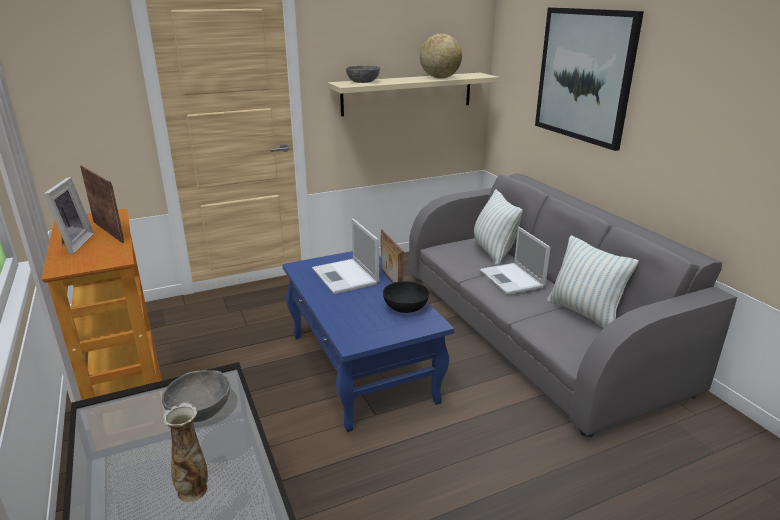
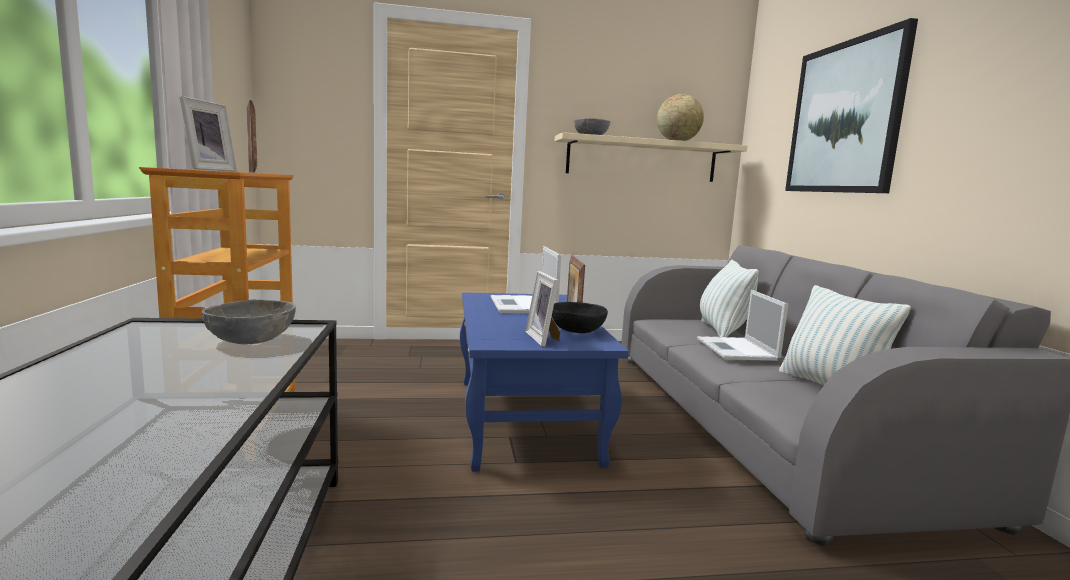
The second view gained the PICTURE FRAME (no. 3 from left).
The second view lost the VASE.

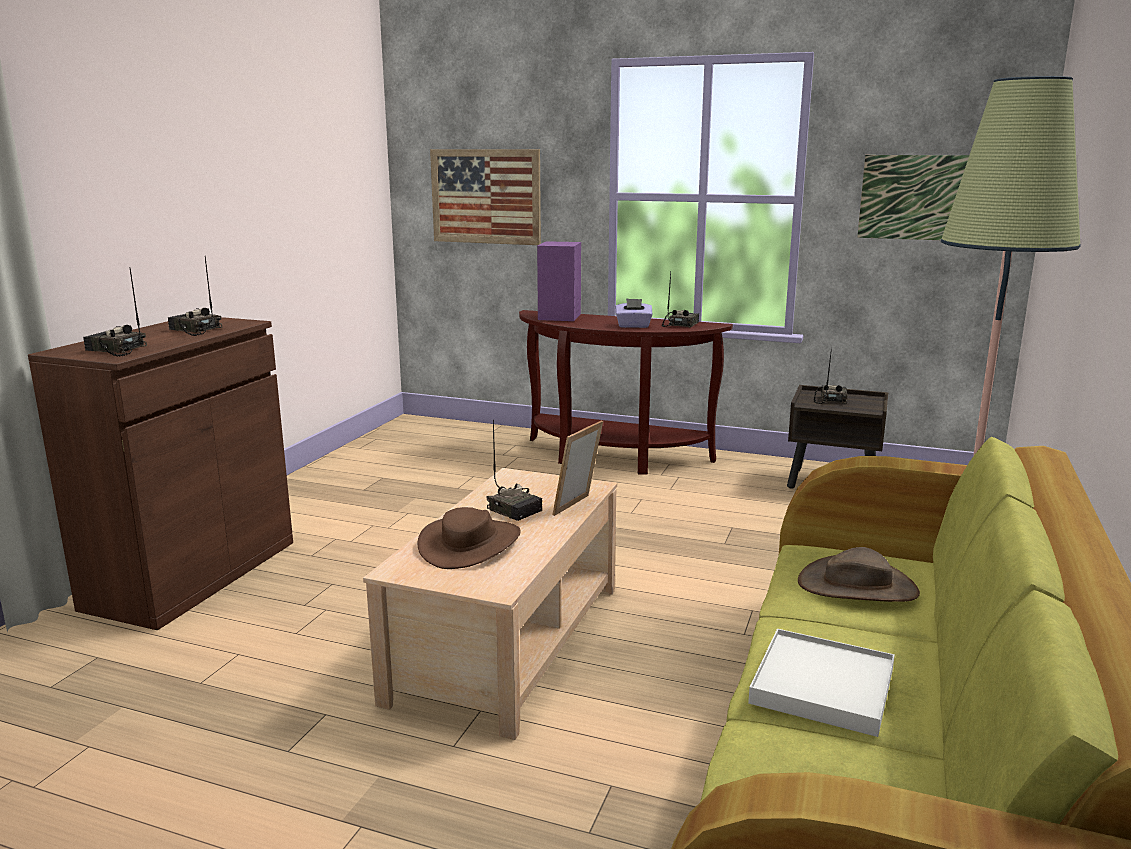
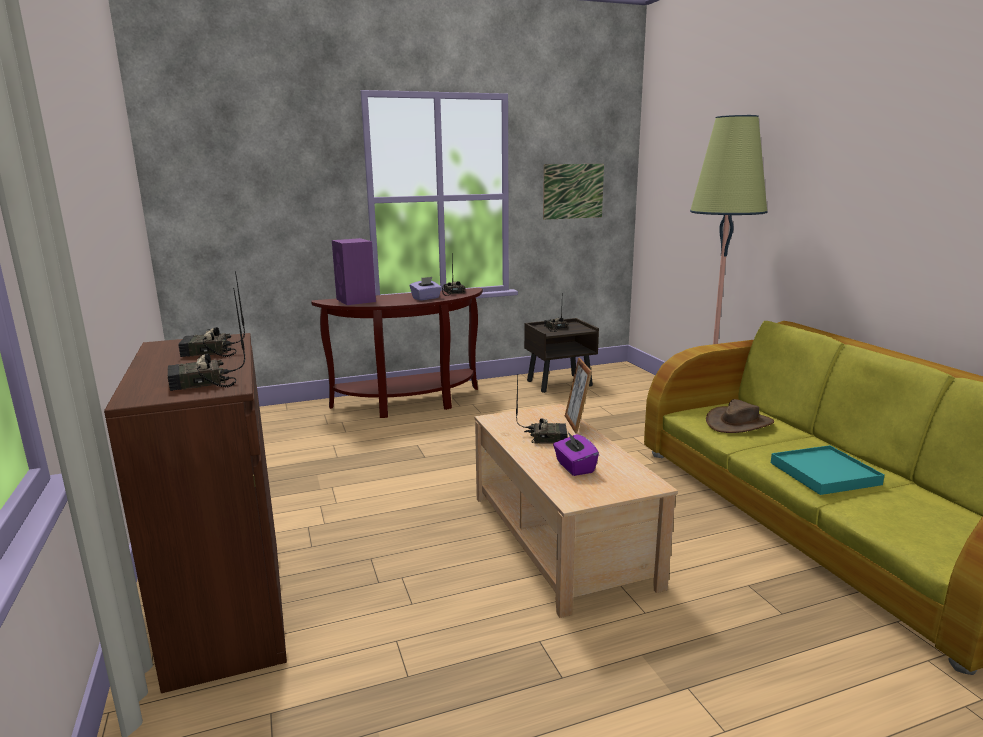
Where the BROWN HAT (no. 1 from left) stood, the PURPLE TISSUE BOX (no. 2 from left) came to stand.
What was the WHITE TRAY turned into the TURQUOISE TRAY.
The second view lost the PICTURE (no. 1 from left).

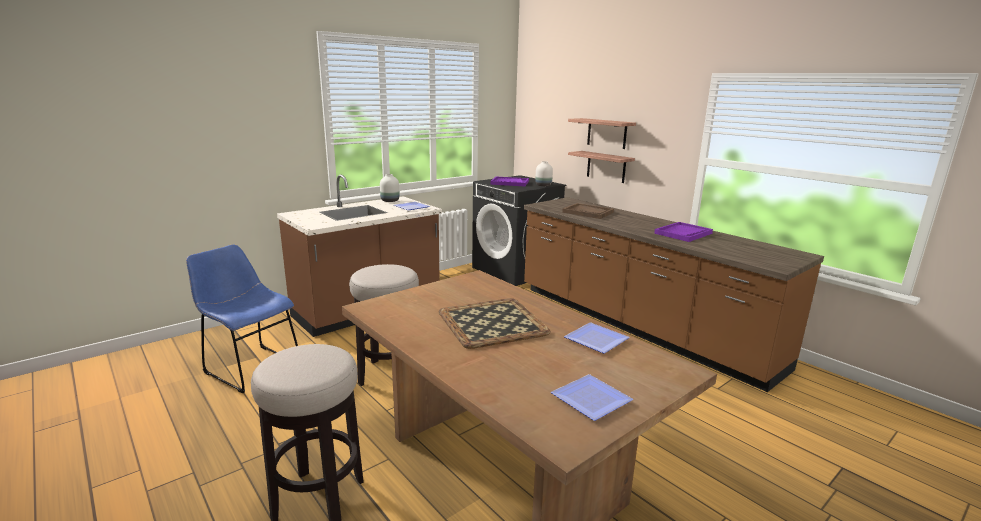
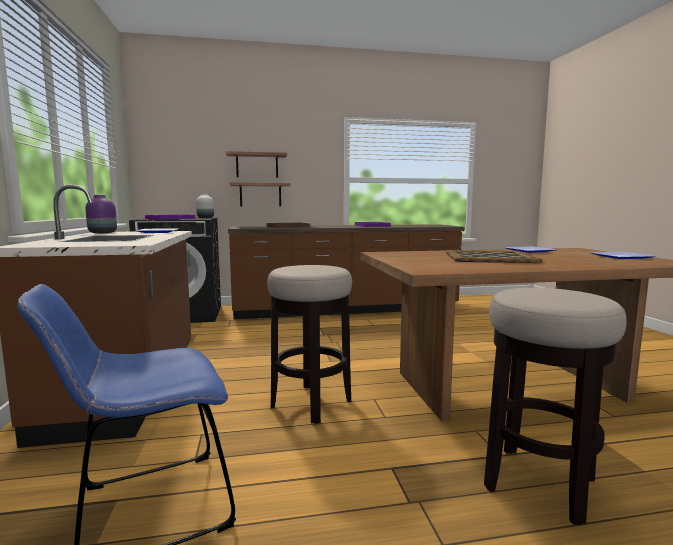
What was the WHITE VASE (no. 1 from left) turned into the PURPLE VASE.

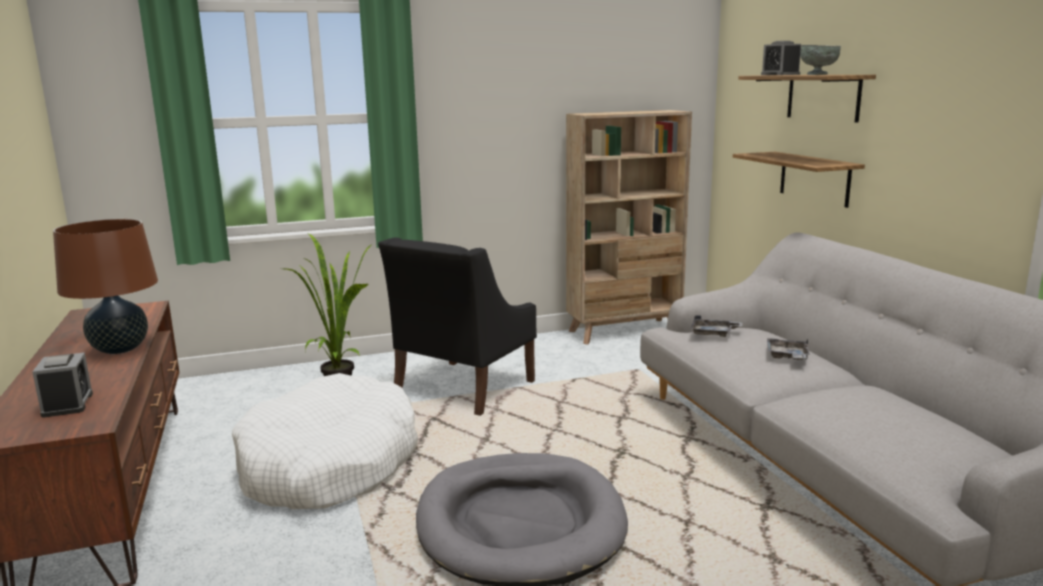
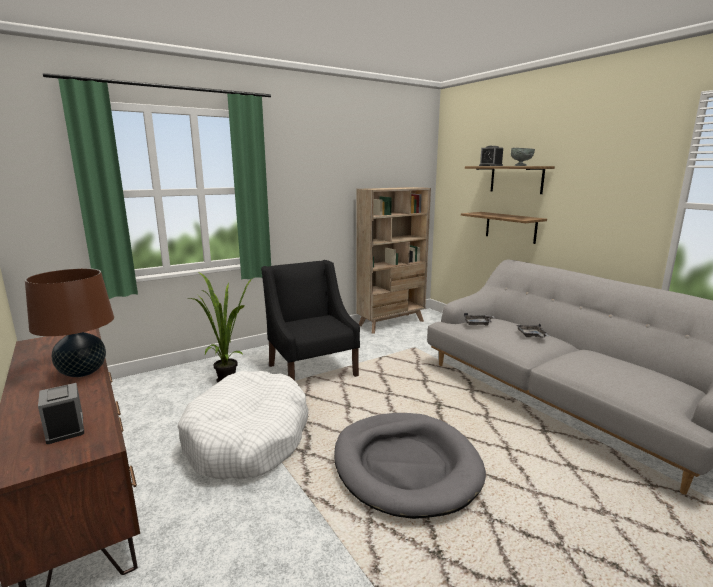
The BLACK ARMCHAIR ended up facing another way, 135 degrees clockwise from before.

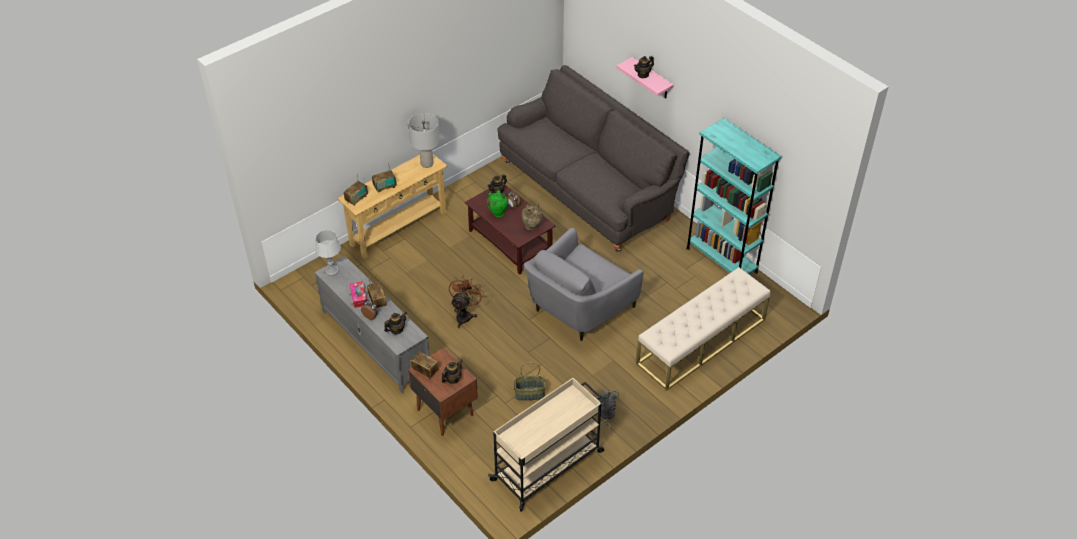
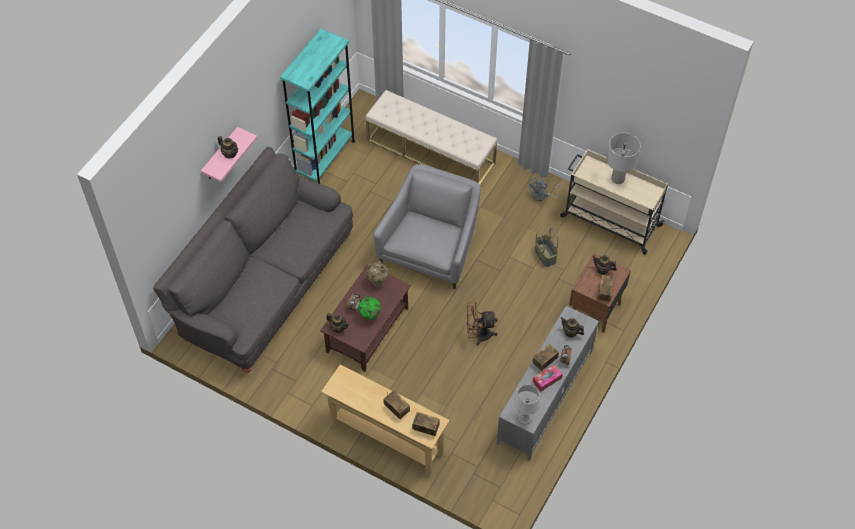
The GREY ARMCHAIR ended up facing another way, 90 degrees counterclockwise from before.
The GREY TABLE LAMP (no. 2 from left) ended up elsewhere.

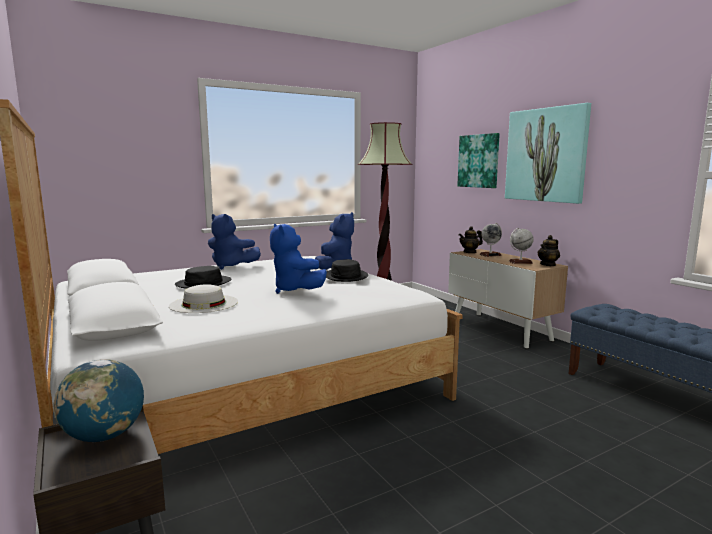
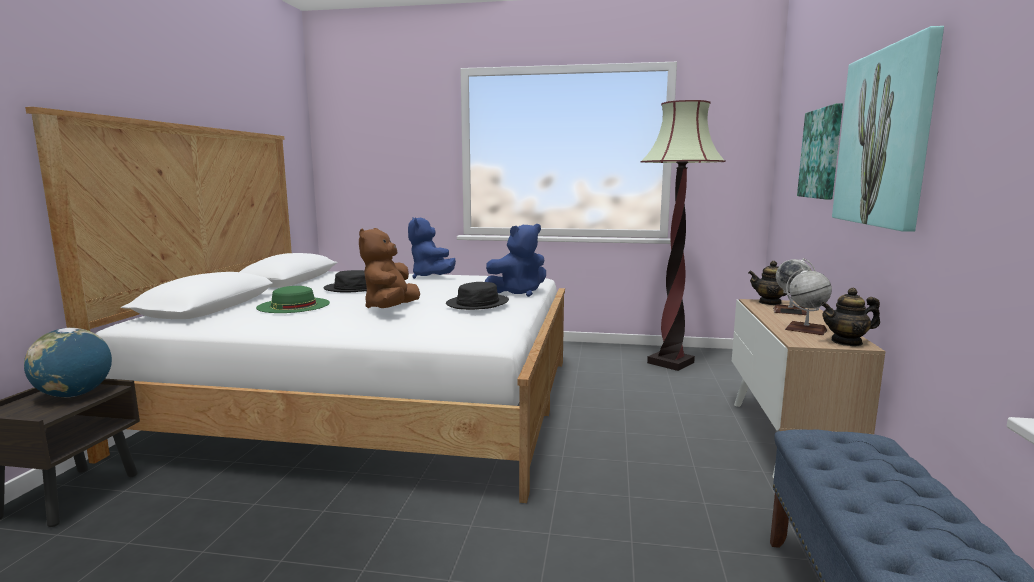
What was the WHITE HAT turned into the GREEN HAT.
What was the BLUE PLUSH TOY (no. 2 from left) turned into the BROWN PLUSH TOY.

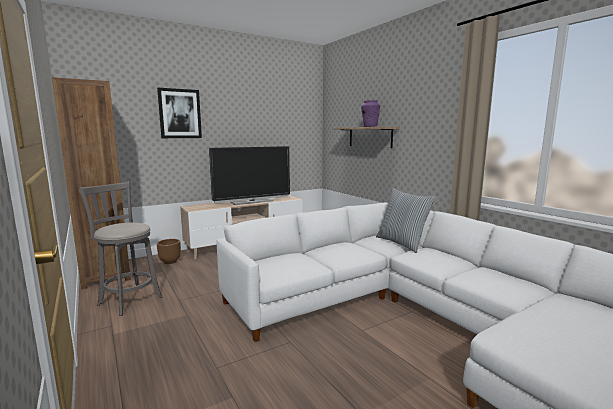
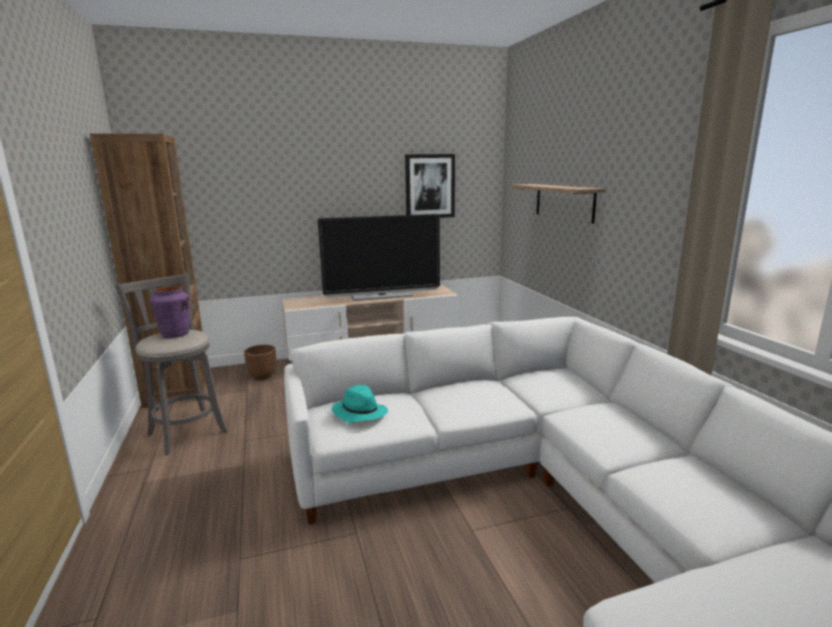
The PURPLE VASE ended up elsewhere.
The second view gained the TURQUOISE HAT.
The PICTURE ended up elsewhere.
The second view lost the PILLOW.

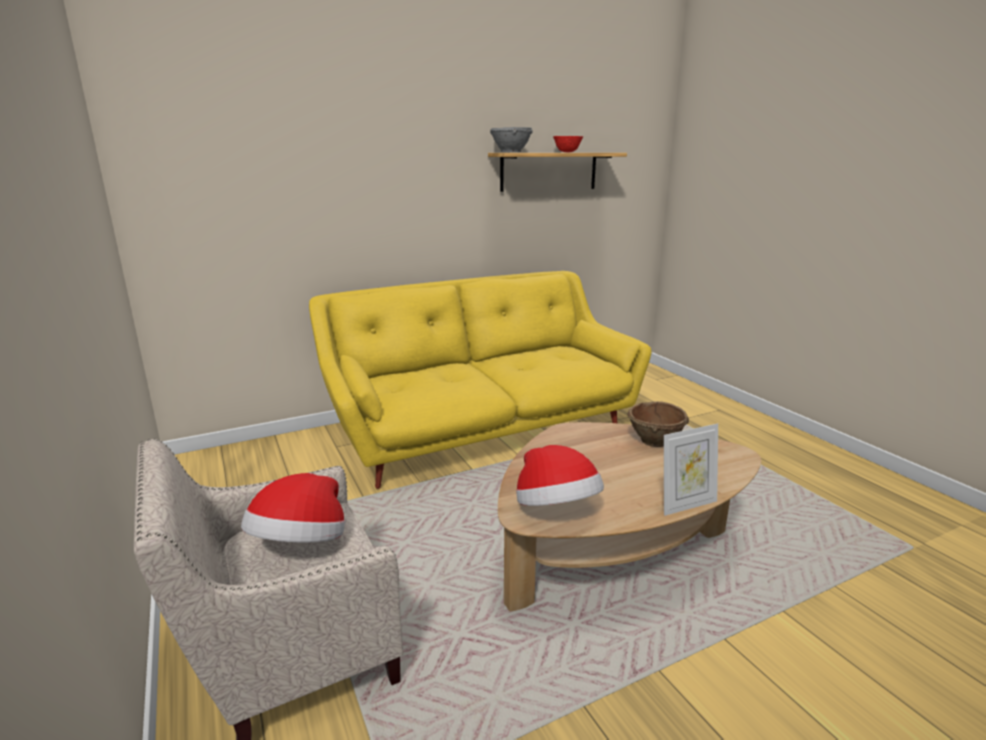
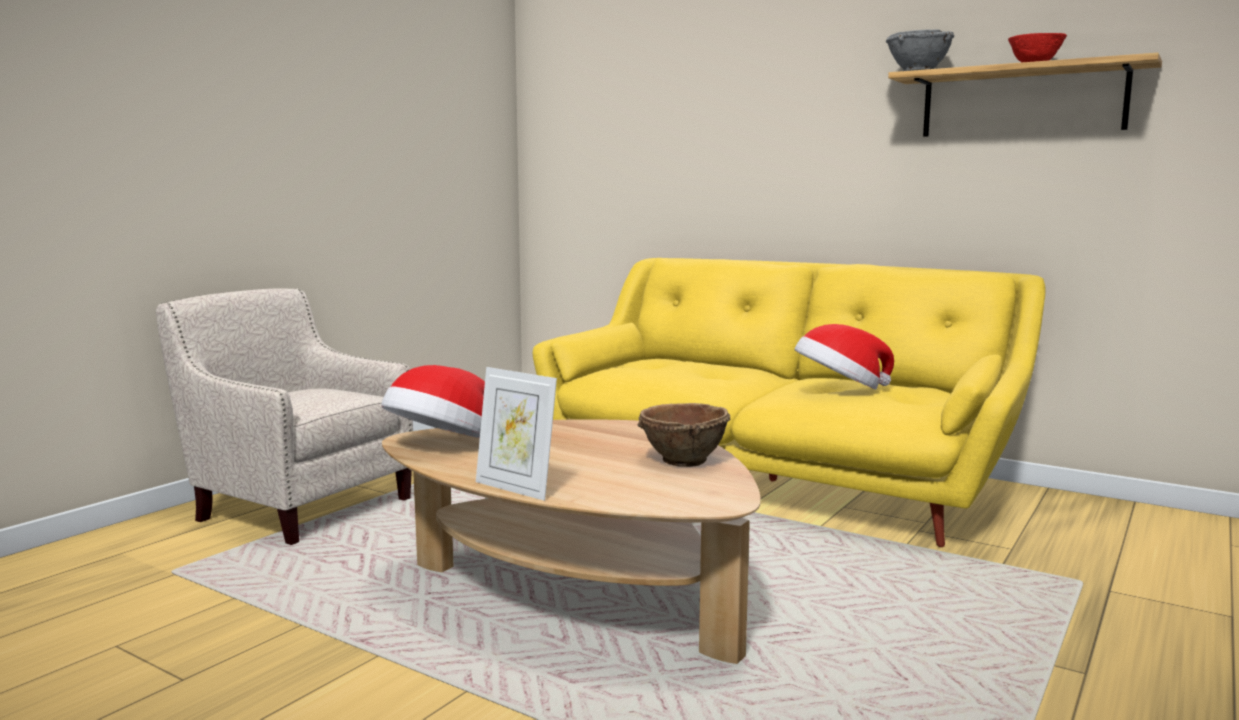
The HAT (no. 1 from left in the first image) ended up elsewhere.

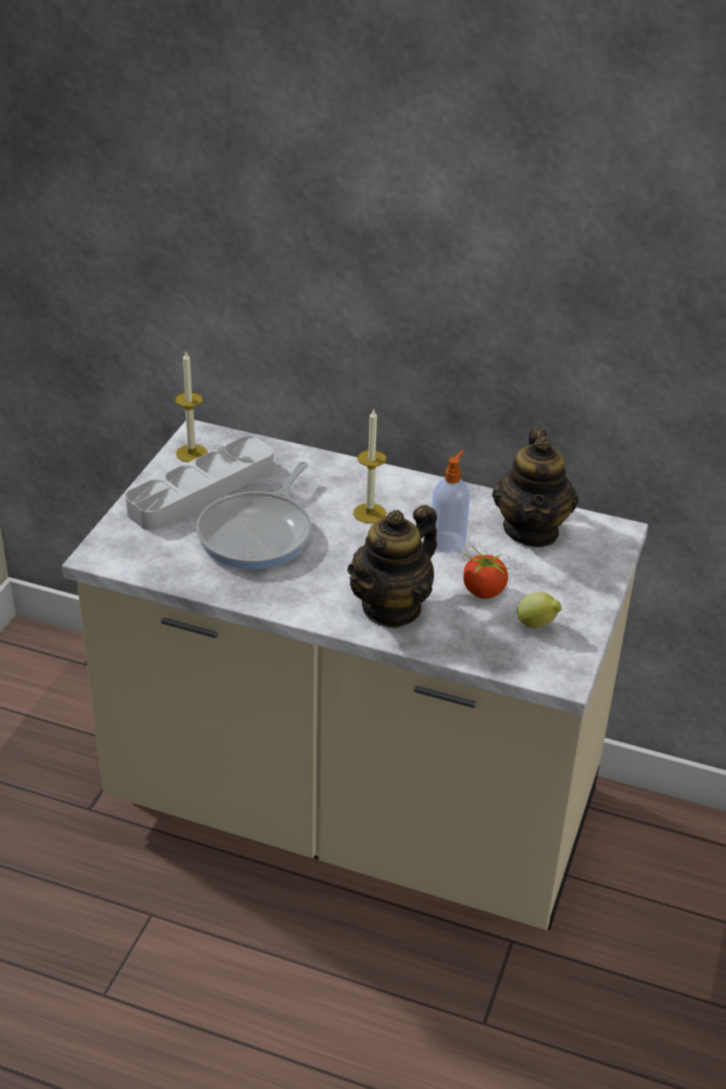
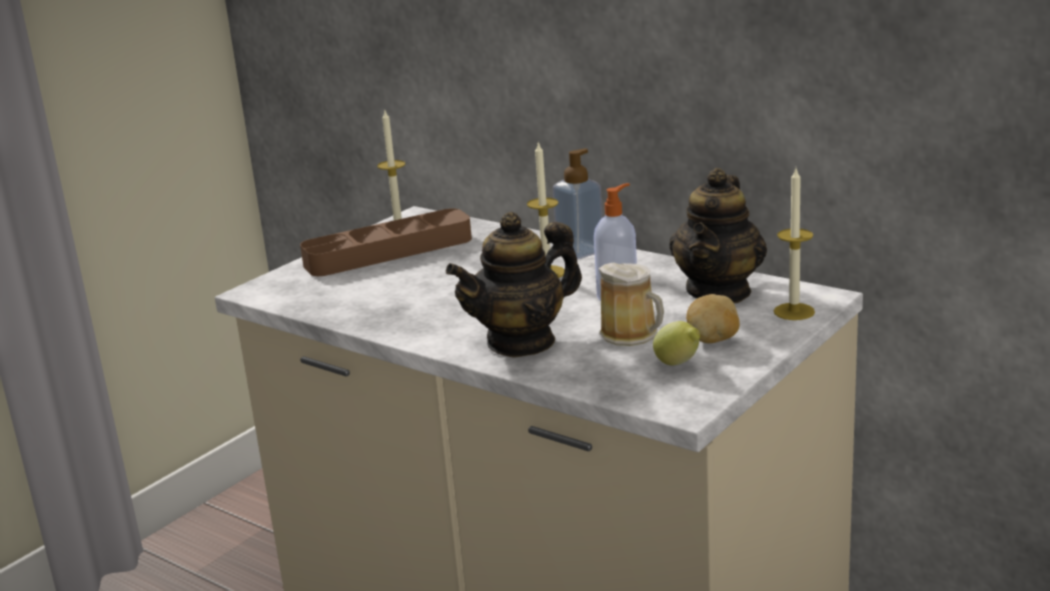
What was the GREY TRAY turned into the BROWN TRAY.
The second view gained the SOAP DISPENSER (no. 1 from left).
Where the TOMATO stood, the MUG came to stand.
The second view gained the POTATO.
The second view gained the CANDLE (no. 3 from left).
The second view lost the FRYING PAN.

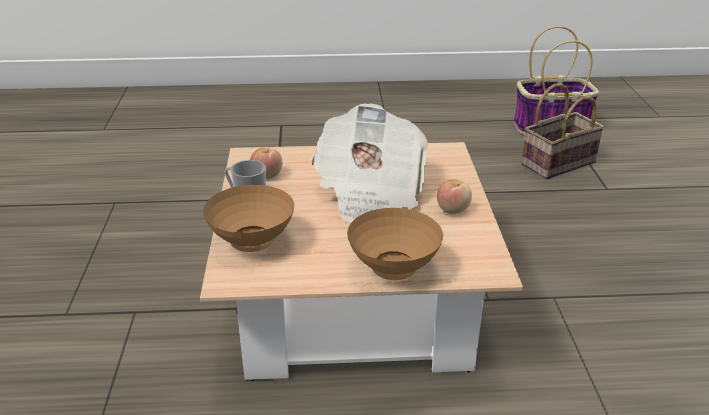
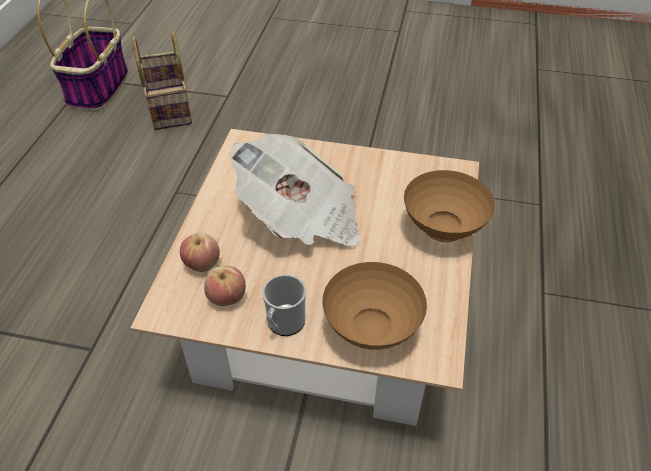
The APPLE (no. 2 from left in the first image) ended up elsewhere.

